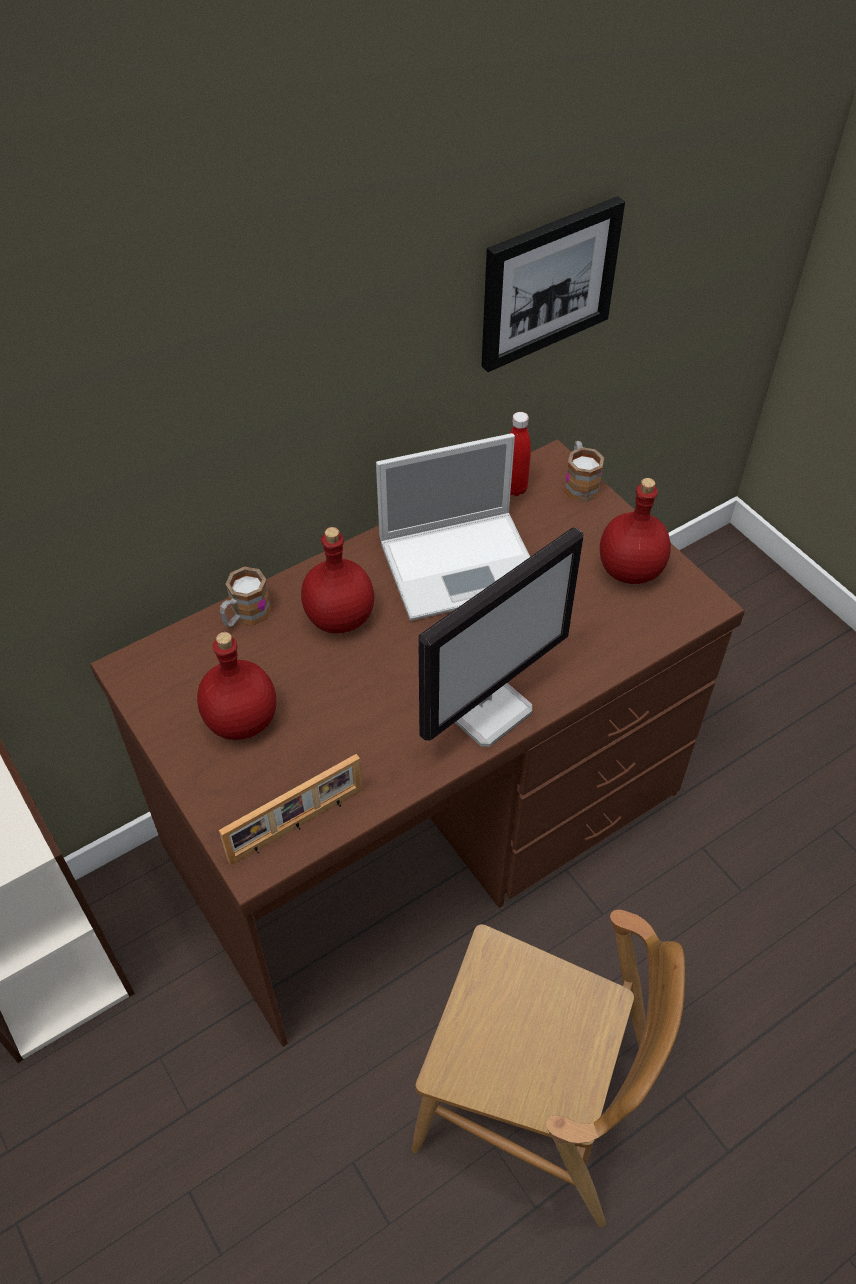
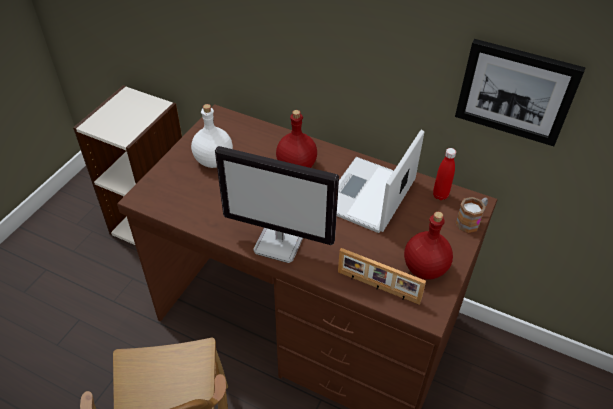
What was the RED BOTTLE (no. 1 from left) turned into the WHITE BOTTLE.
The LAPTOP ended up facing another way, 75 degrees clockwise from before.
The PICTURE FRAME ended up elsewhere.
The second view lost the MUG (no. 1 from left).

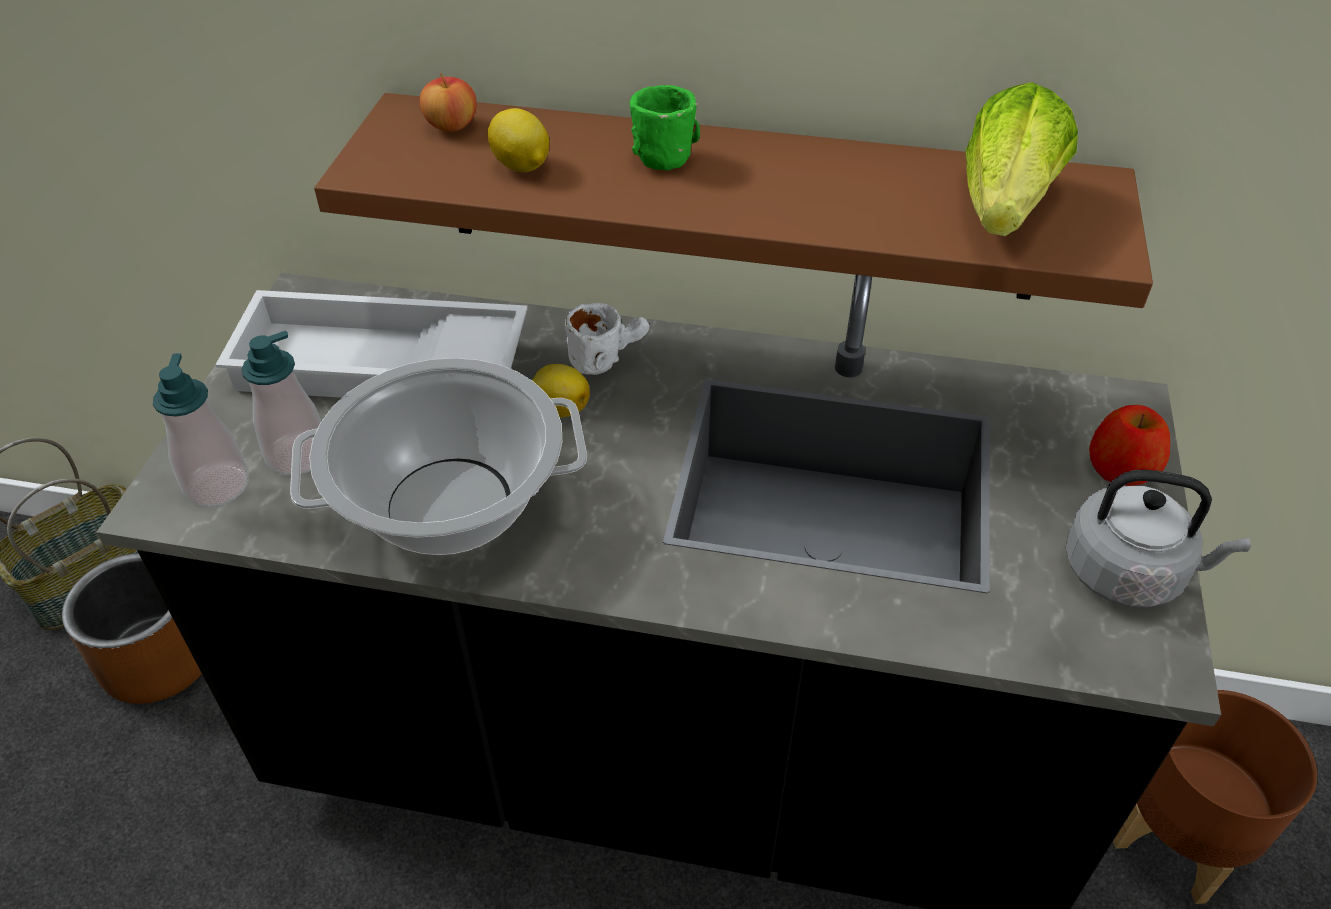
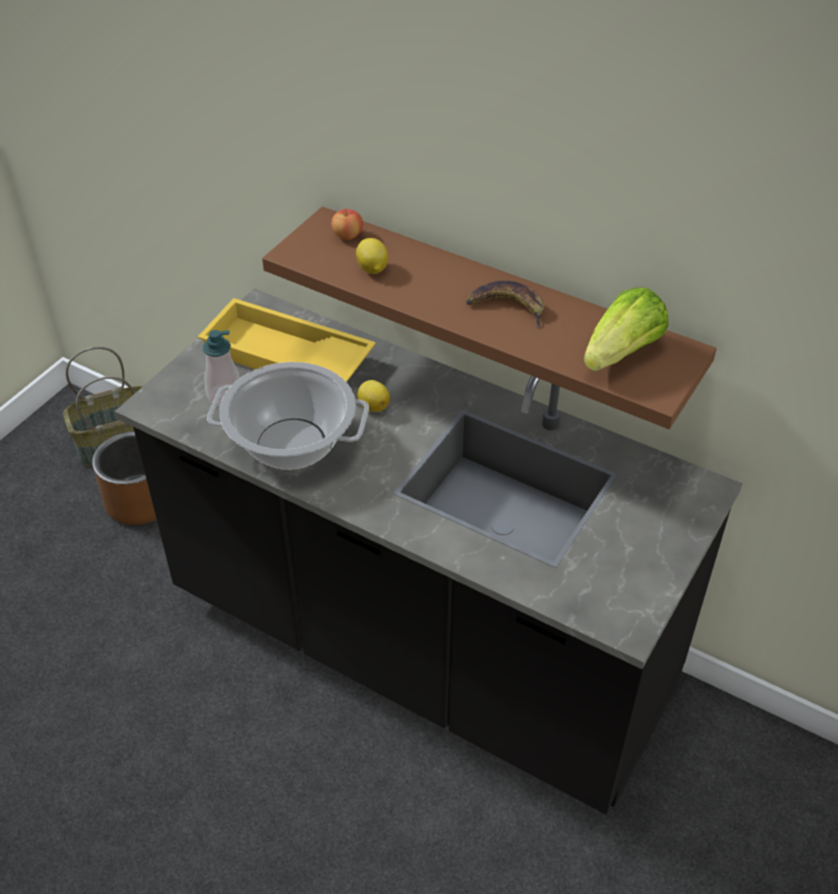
What was the WHITE TRAY turned into the YELLOW TRAY.
The second view gained the BANANA.
The second view lost the SOAP DISPENSER (no. 1 from left).
The second view lost the WHITE MUG.
The second view lost the GREEN MUG.
The second view lost the GREY KETTLE.
The second view lost the APPLE (no. 2 from left).
The second view lost the BROWN PLANTER (no. 2 from left).

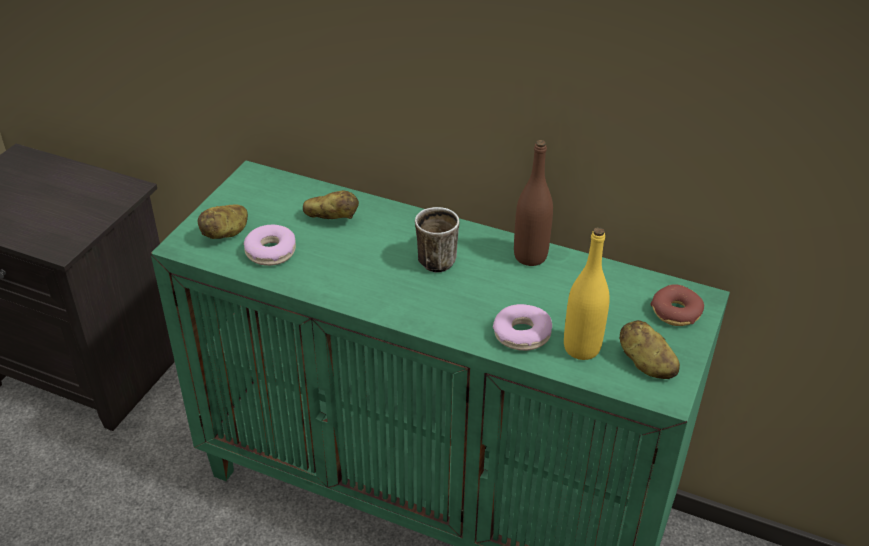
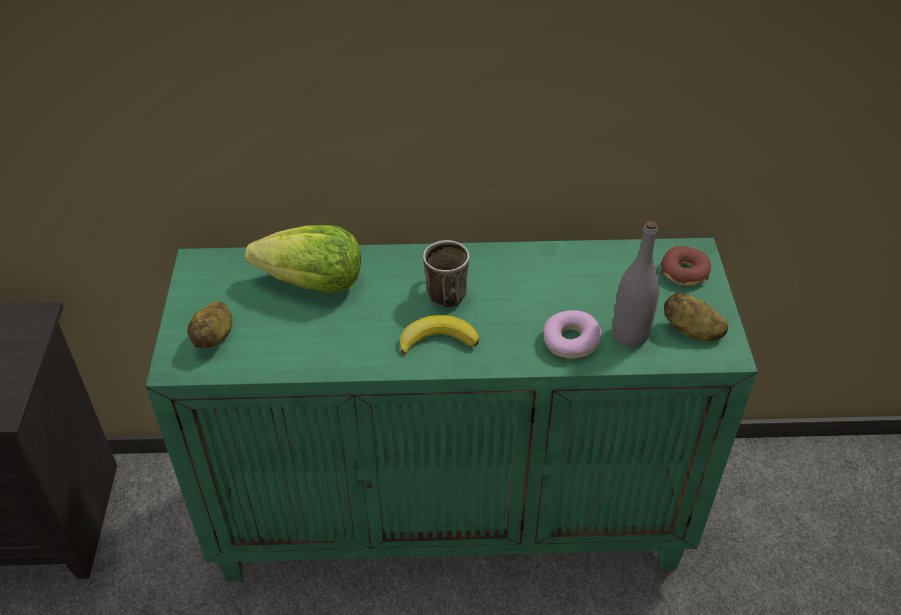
Where the POTATO (no. 2 from left) stood, the LETTUCE came to stand.
The second view gained the BANANA.
What was the YELLOW BOTTLE turned into the GREY BOTTLE.
The second view lost the DONUT (no. 1 from left).
The second view lost the BROWN BOTTLE.

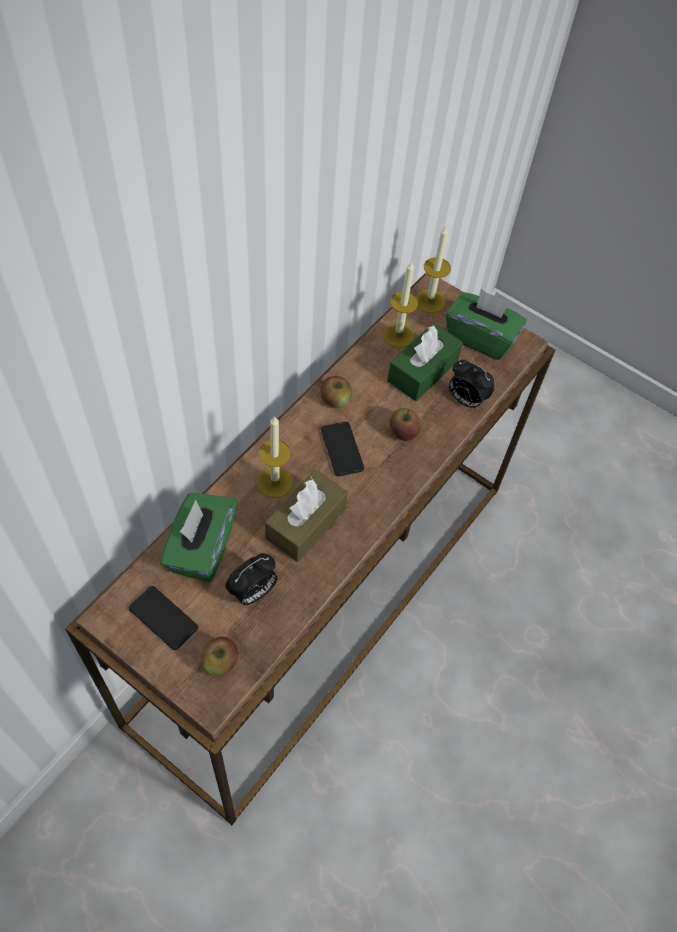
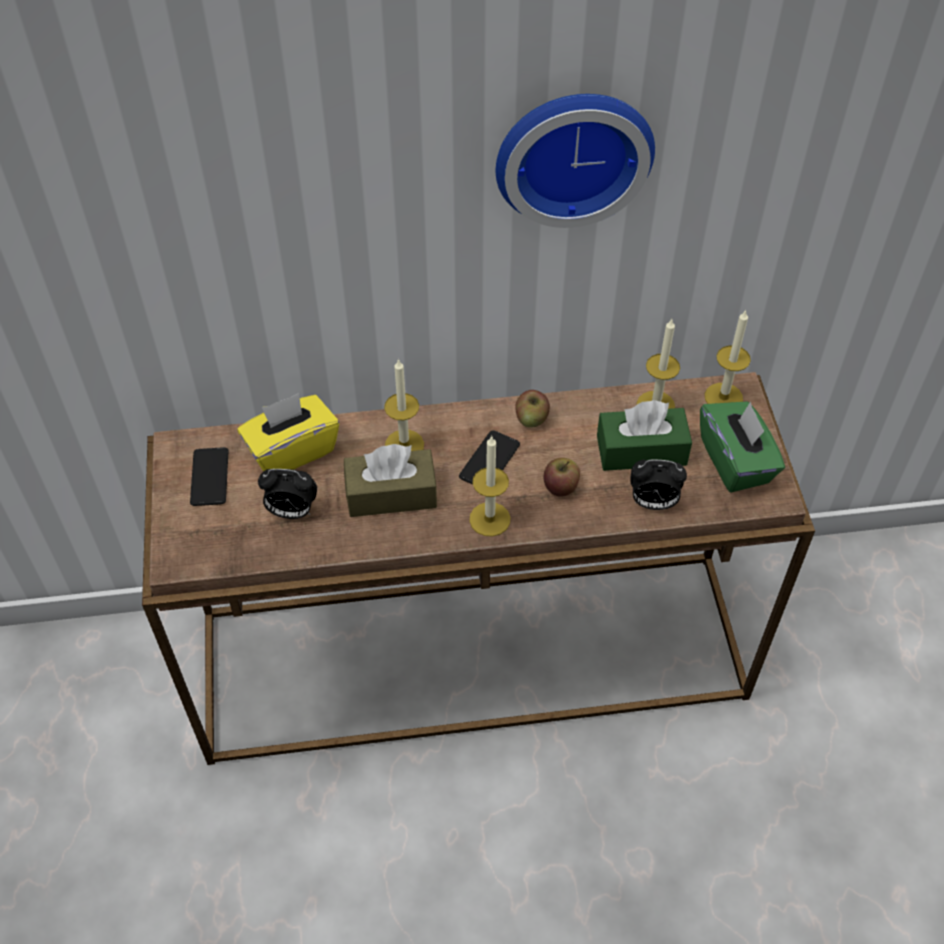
What was the GREEN TISSUE BOX (no. 1 from left) turned into the YELLOW TISSUE BOX.
The second view gained the CANDLE (no. 2 from left).
The second view gained the WALL CLOCK.
The ALARM CLOCK (no. 2 from left) ended up facing another way, 75 degrees counterclockwise from before.
The second view lost the APPLE (no. 1 from left).

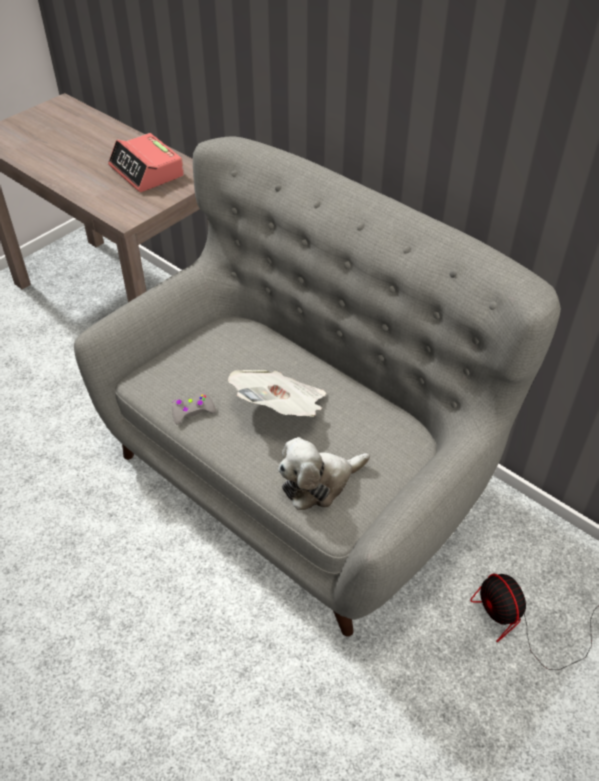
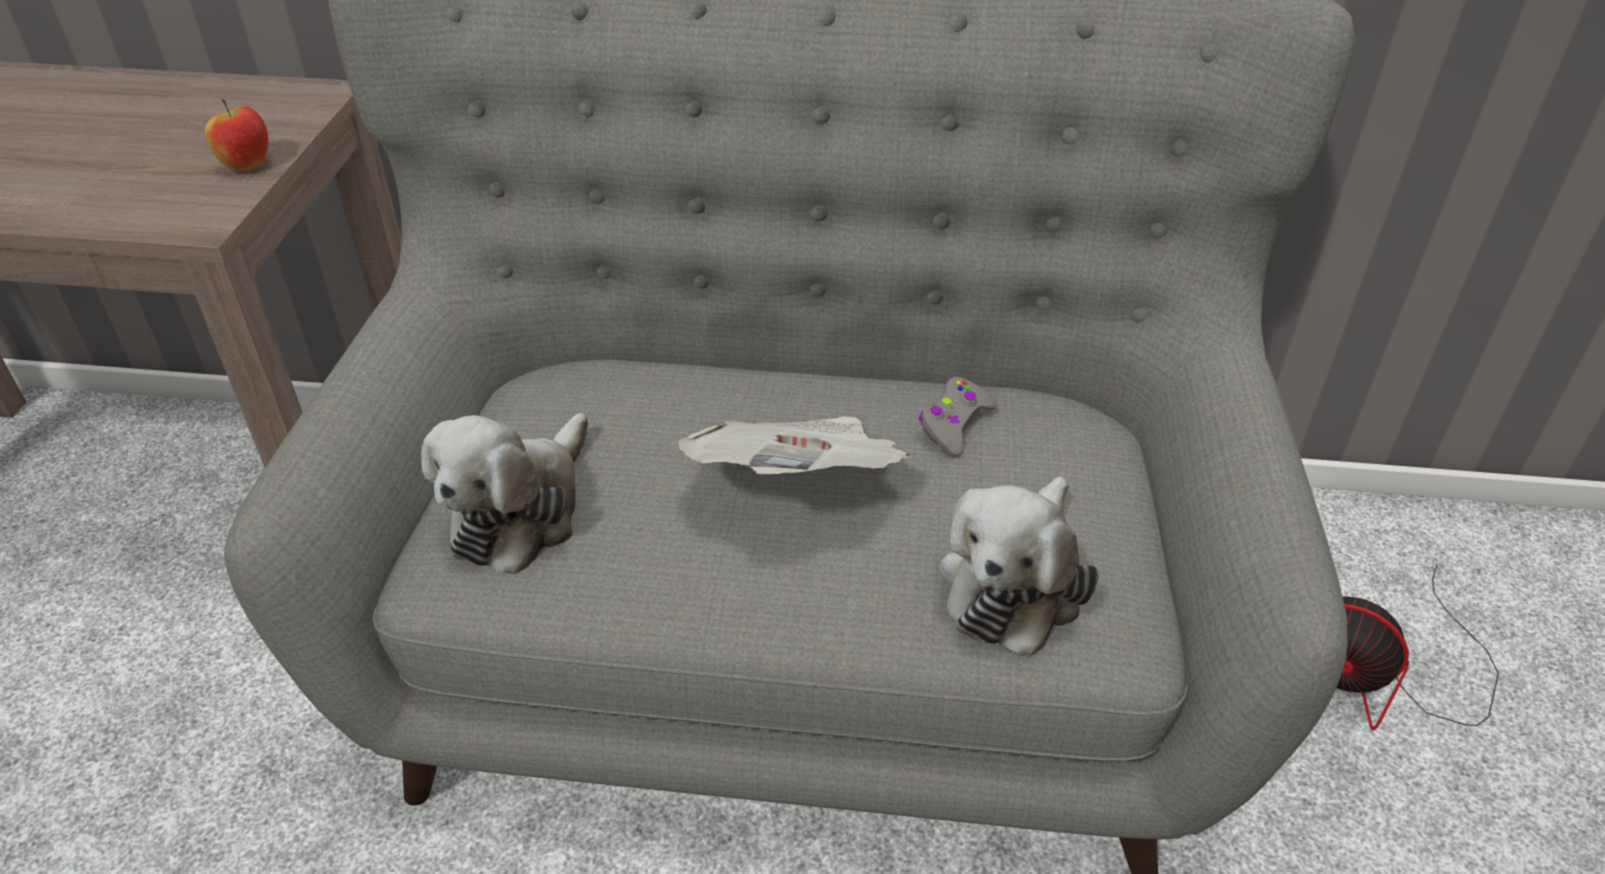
The second view gained the APPLE.
The second view gained the PLUSH TOY (no. 1 from left).
The GREY GAME CONTROLLER ended up elsewhere.
The second view lost the ALARM CLOCK.

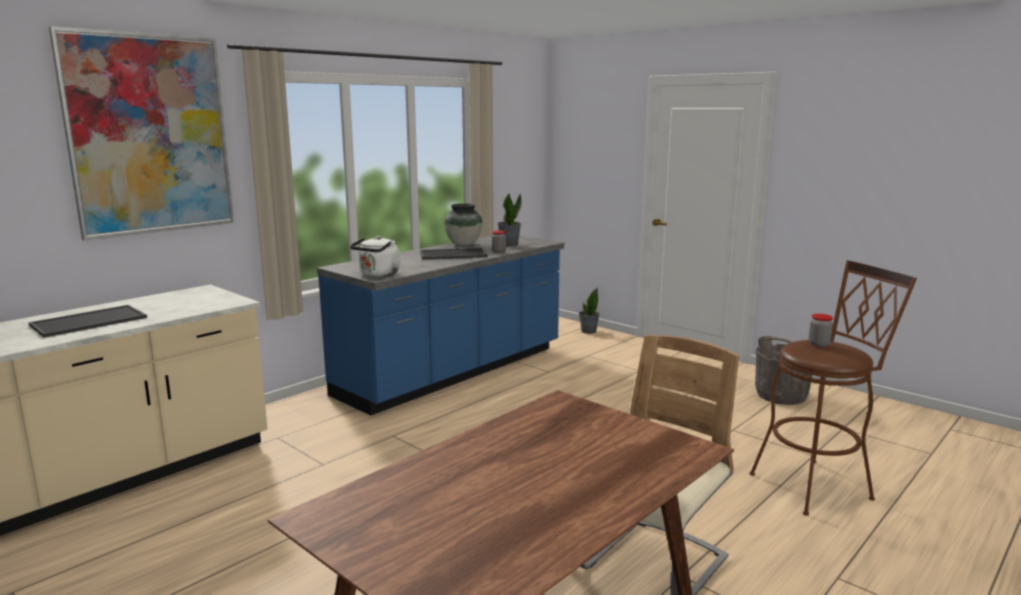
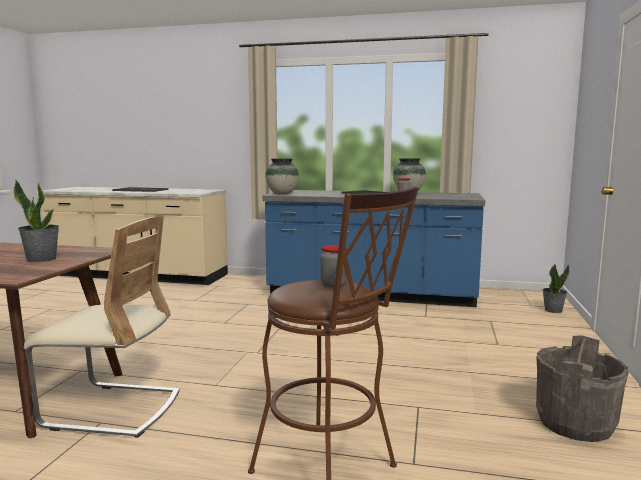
The POTTED PLANT (no. 1 from left) ended up elsewhere.
Where the WHITE KETTLE stood, the VASE (no. 1 from left) came to stand.
The second view lost the PICTURE.

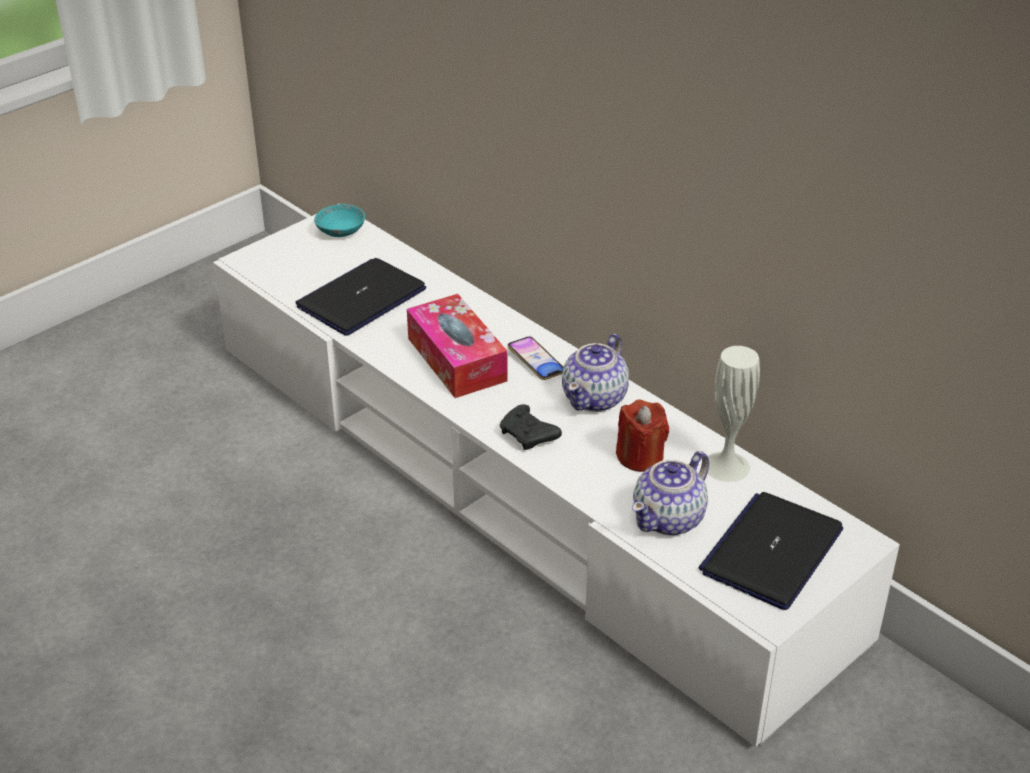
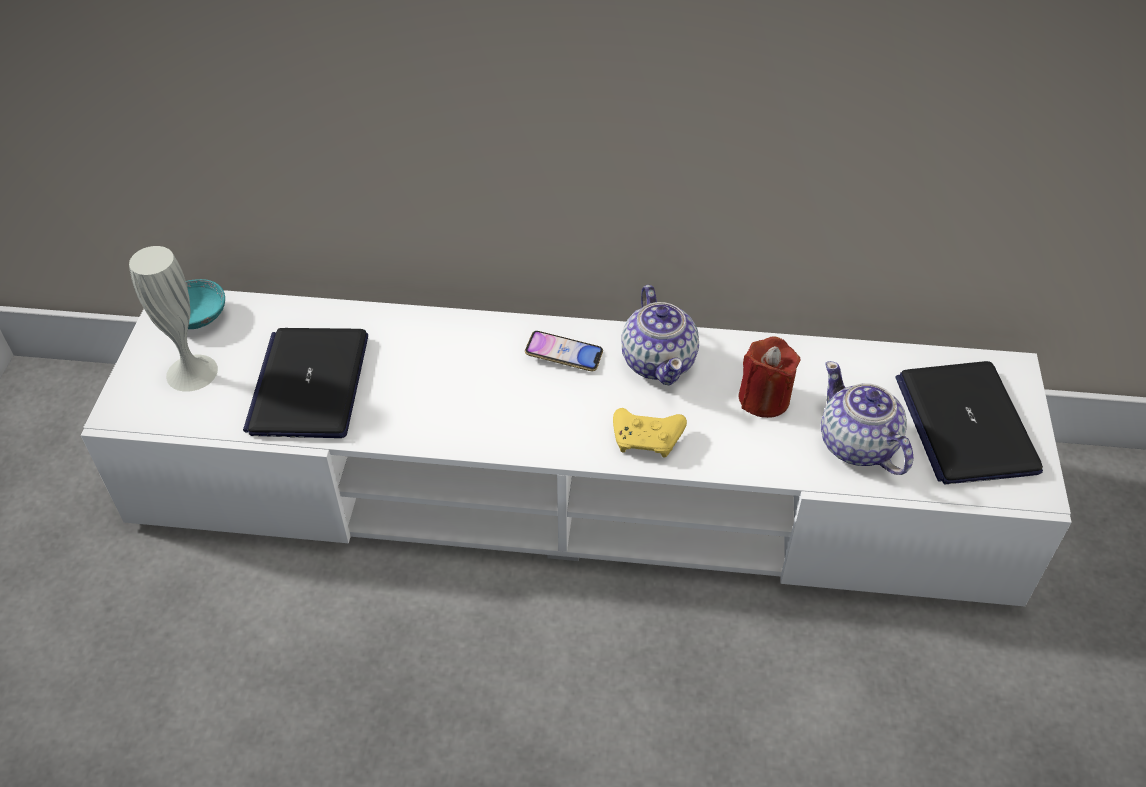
The WHITE VASE ended up elsewhere.
What was the BLACK GAME CONTROLLER turned into the YELLOW GAME CONTROLLER.
The TEAPOT (no. 2 from left) ended up facing another way, 150 degrees clockwise from before.
The second view lost the TISSUE BOX.

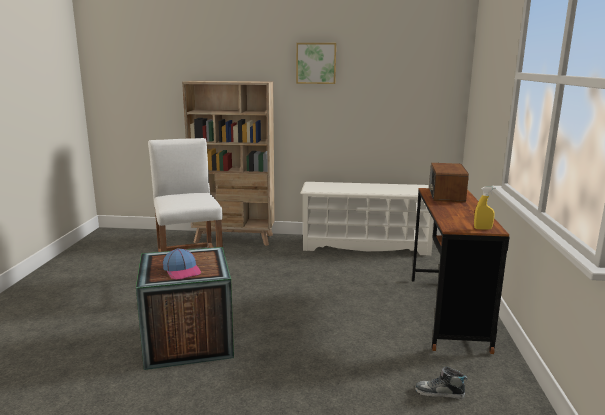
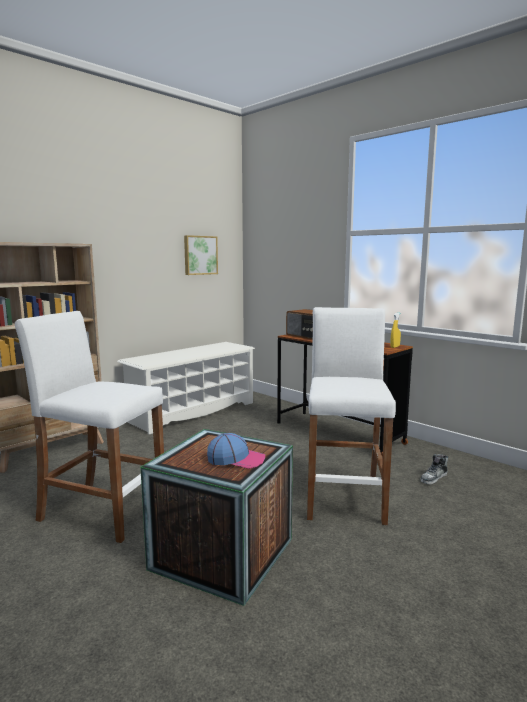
The PICTURE ended up elsewhere.
The second view gained the WHITE STOOL (no. 2 from left).

